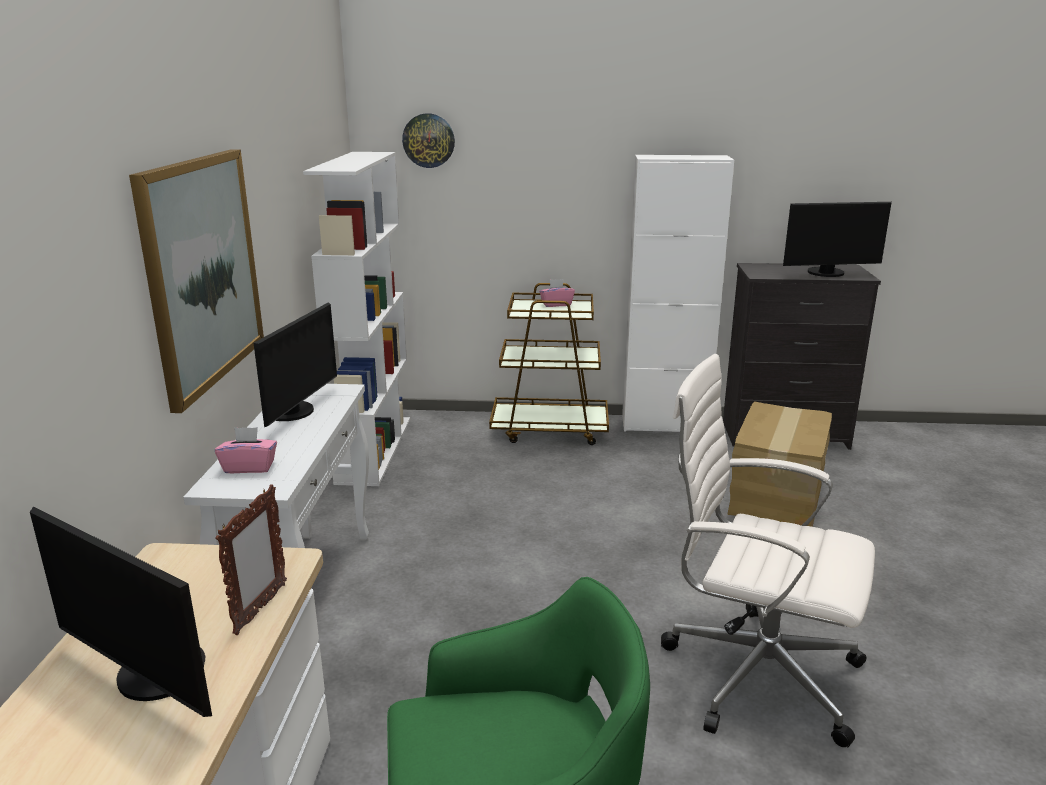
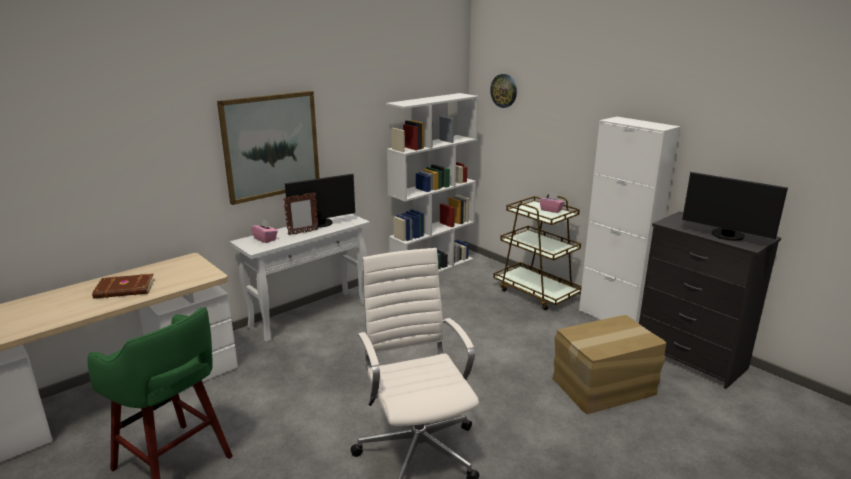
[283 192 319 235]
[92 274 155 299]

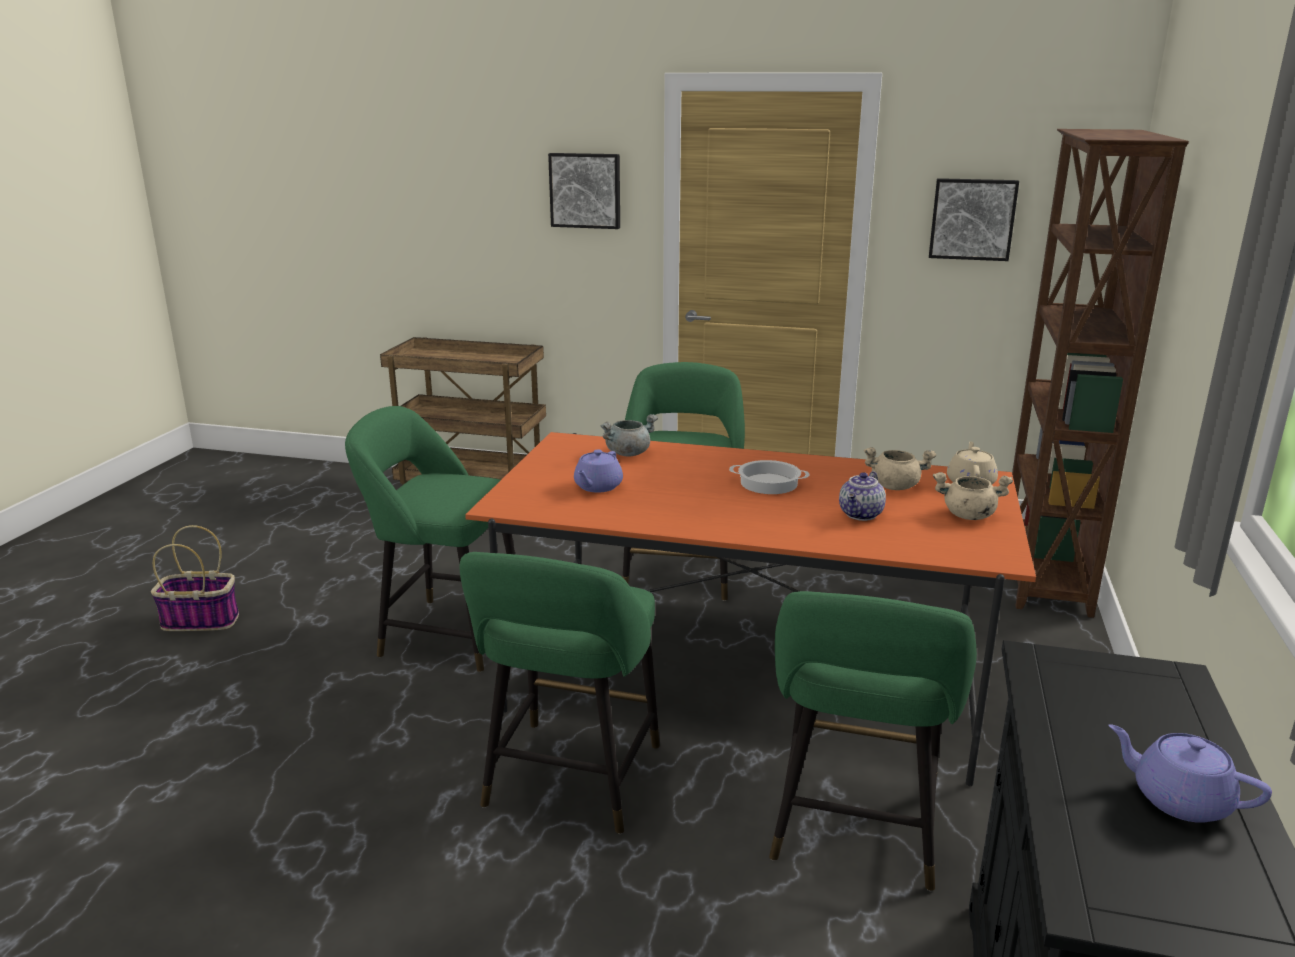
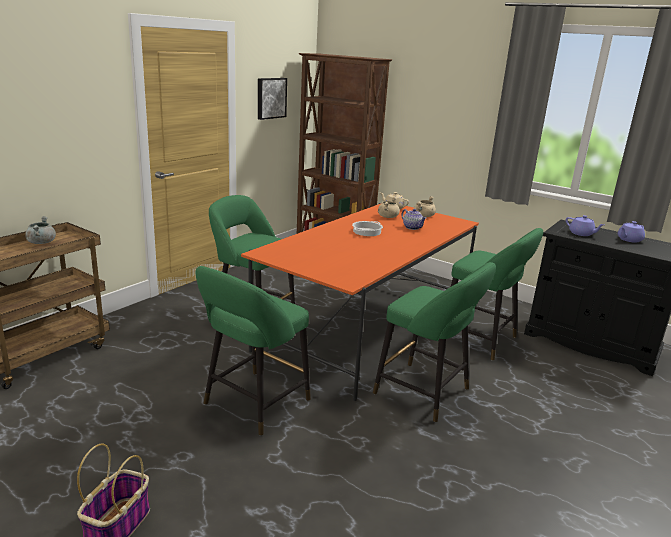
[548 153 620 229] (first image)
[25 216 56 244]
[566 215 604 236]

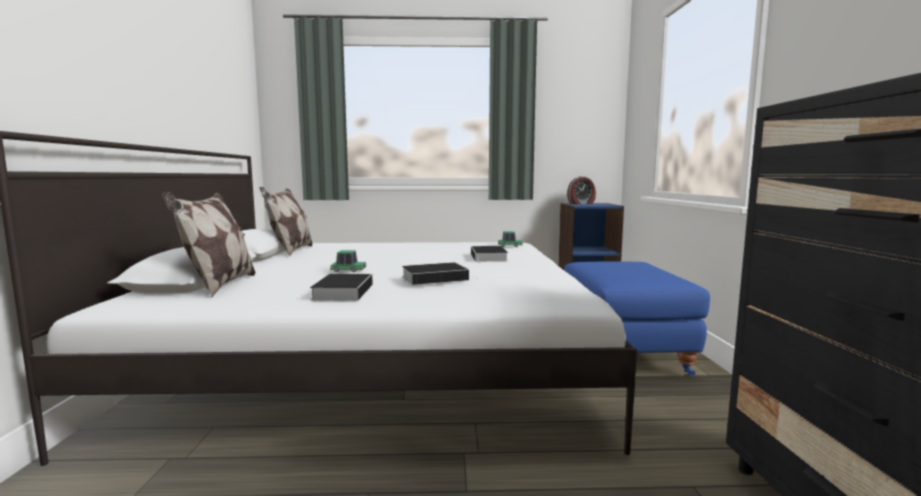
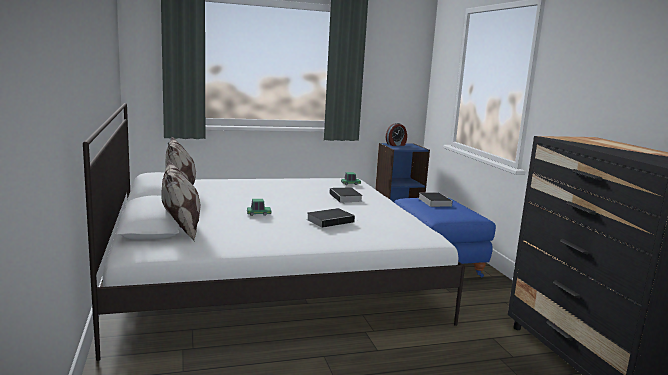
[418 192 453 207]

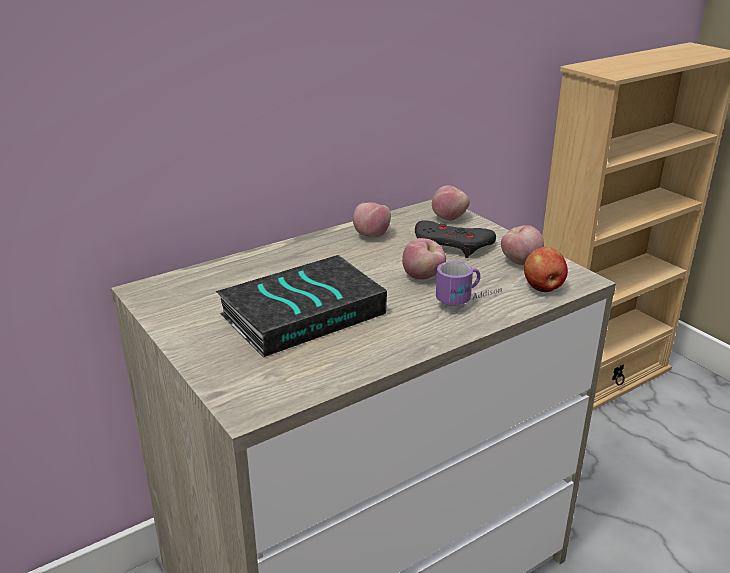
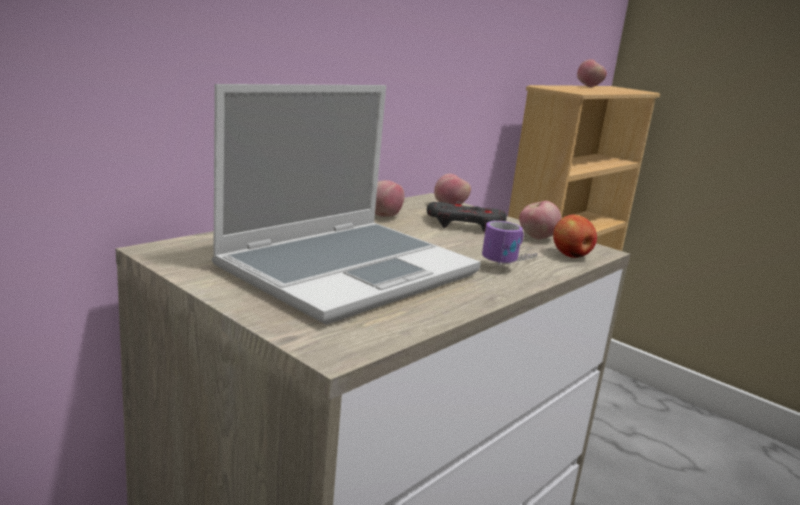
[577 59 607 87]
[212 84 481 325]

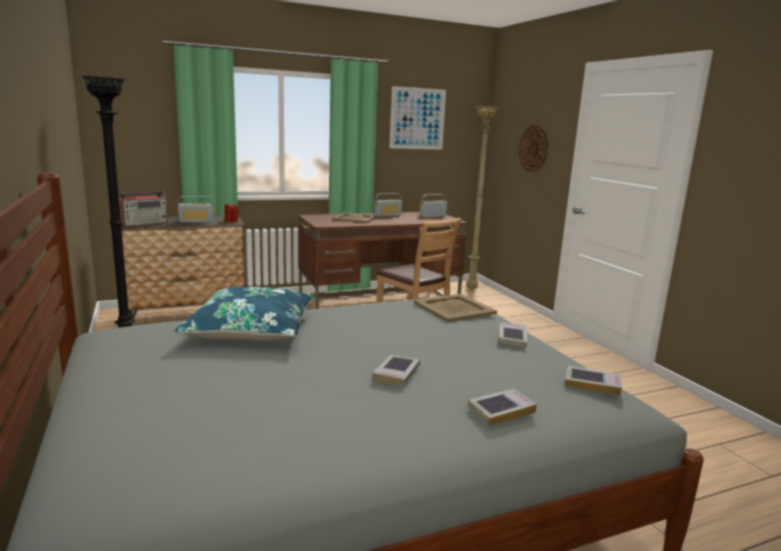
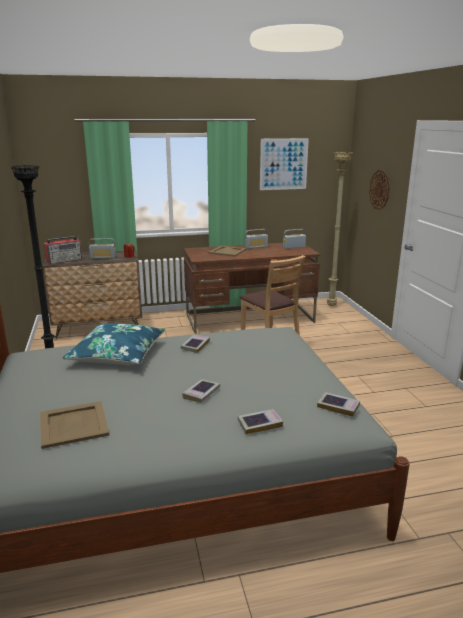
[40 401 109 449]
[181 335 210 353]

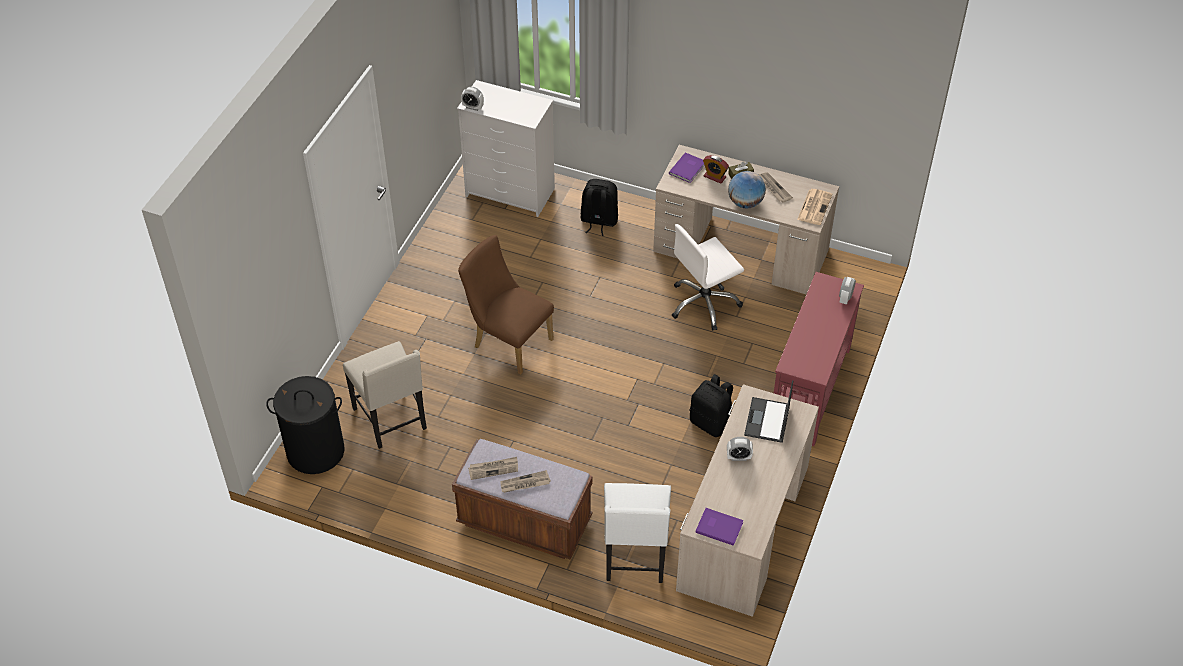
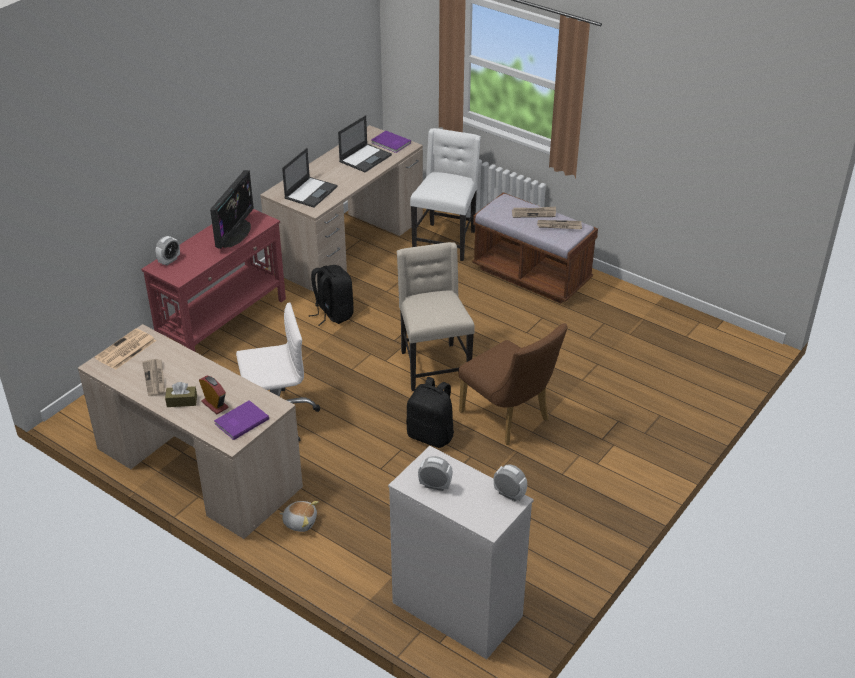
[728 171 766 208] (first image)
[406 377 454 448]
[397 242 474 391]
[266 376 345 474] (first image)
[418 456 453 491]
[338 115 392 172]
[210 170 254 249]
[279 501 319 532]

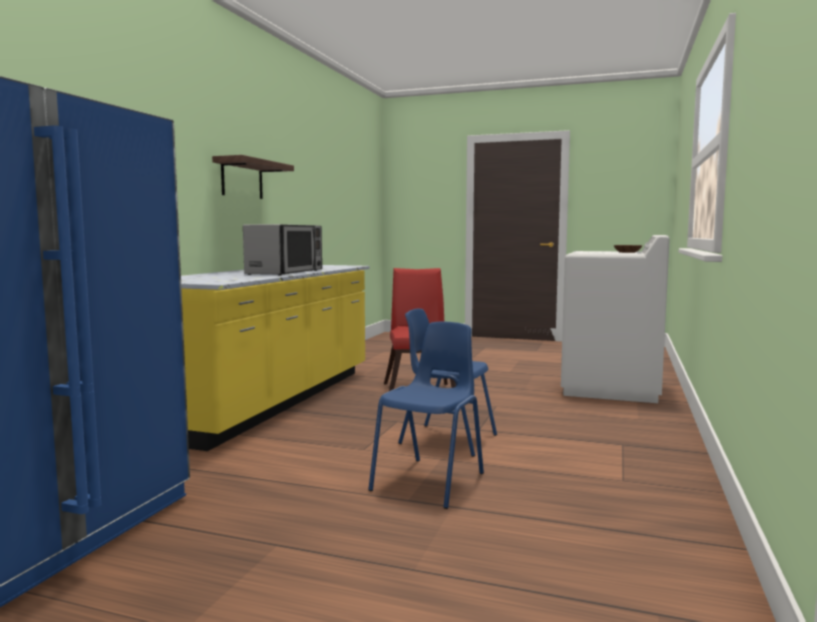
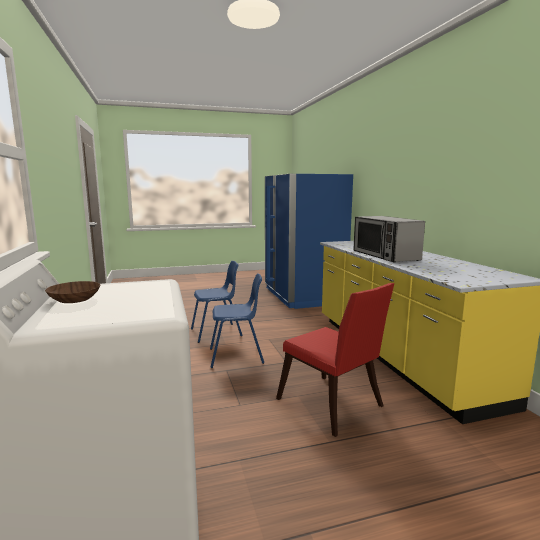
[212 155 294 199] (first image)
[191 261 243 343]

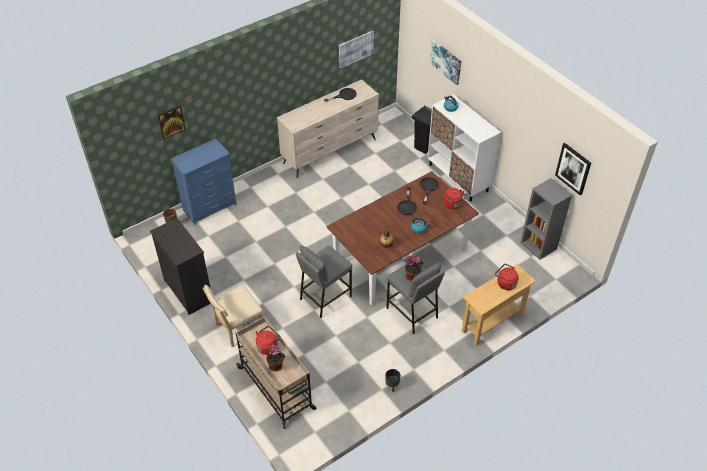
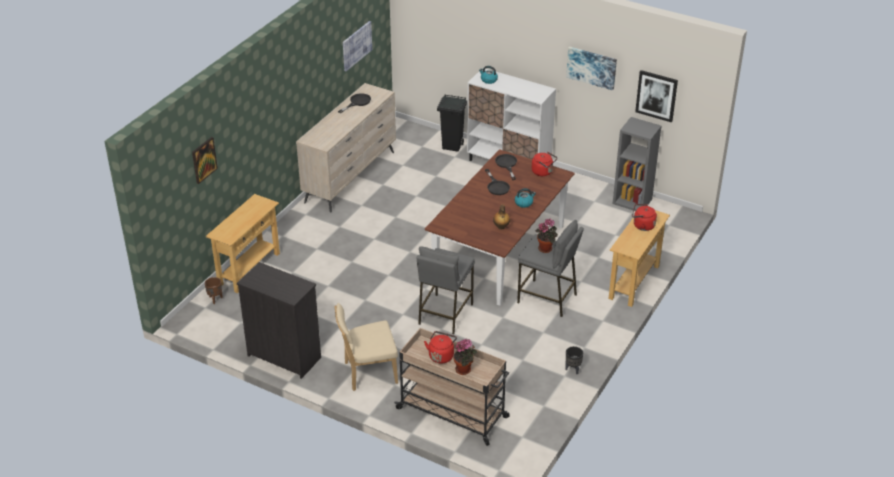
[566 47 617 90]
[206 194 280 293]
[334 303 398 391]

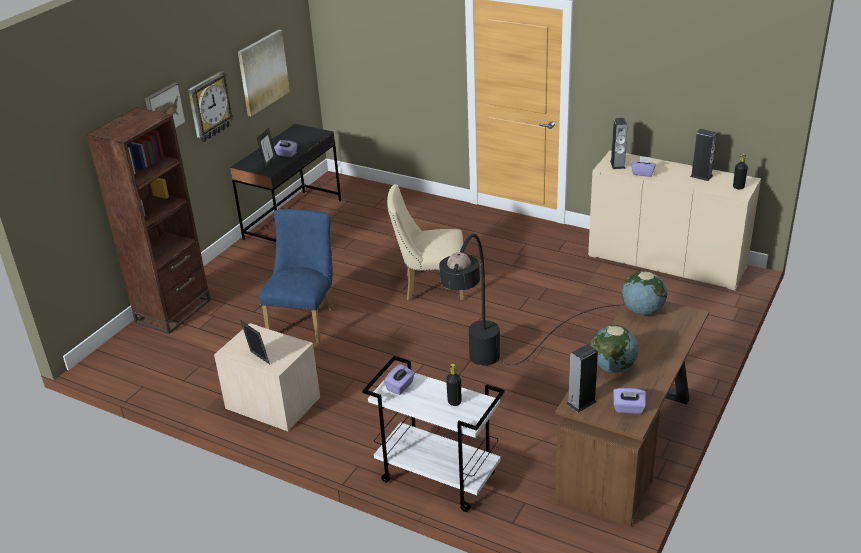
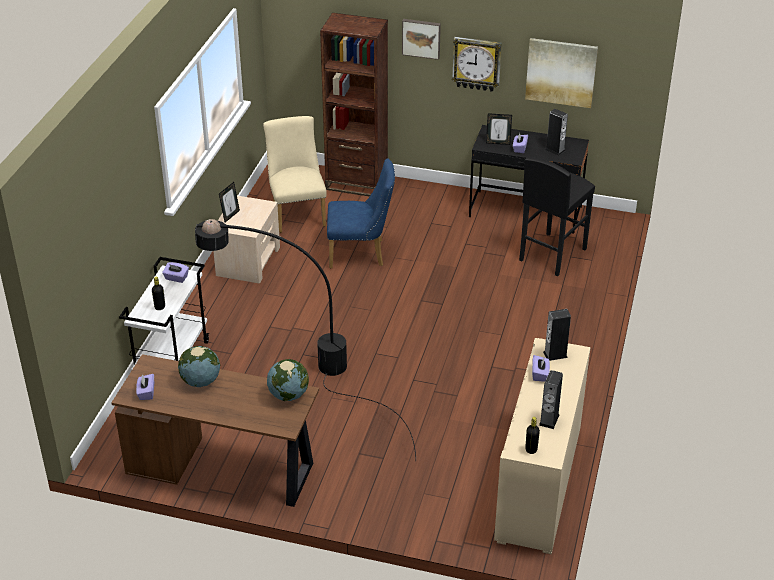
[263 116 327 233]
[545 109 568 156]
[519 157 595 277]

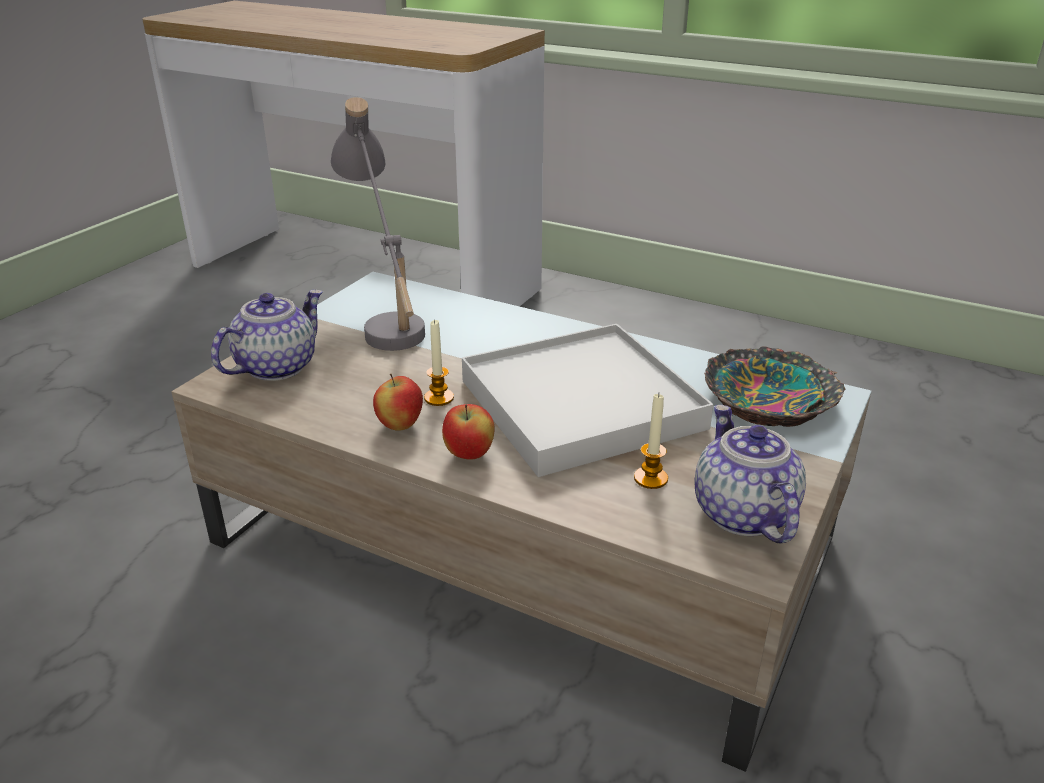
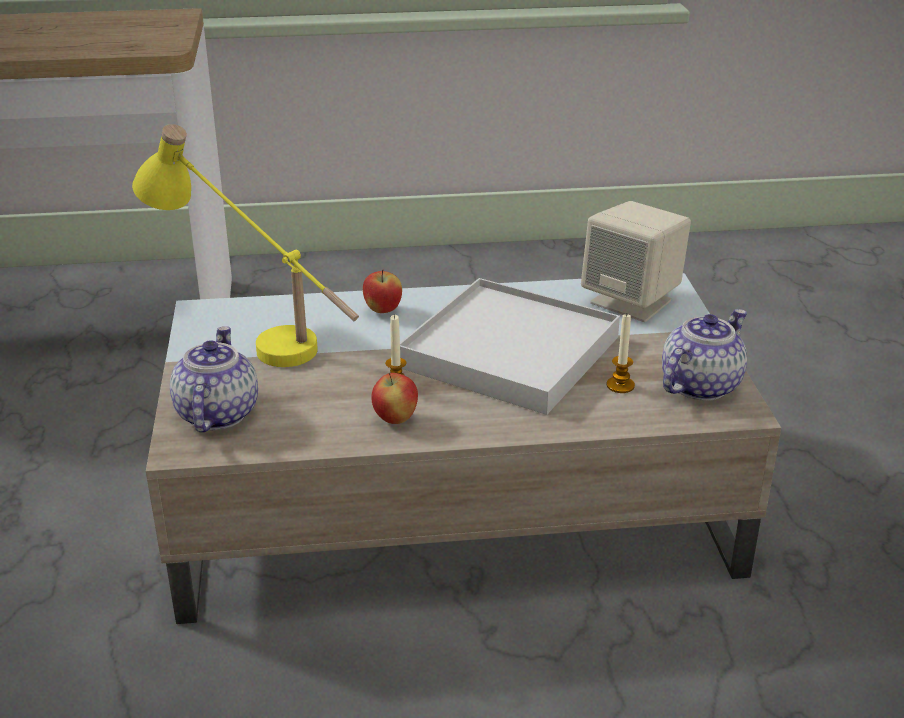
[132 124 359 367]
[581 201 691 322]
[363 270 402 313]
[662 309 747 401]

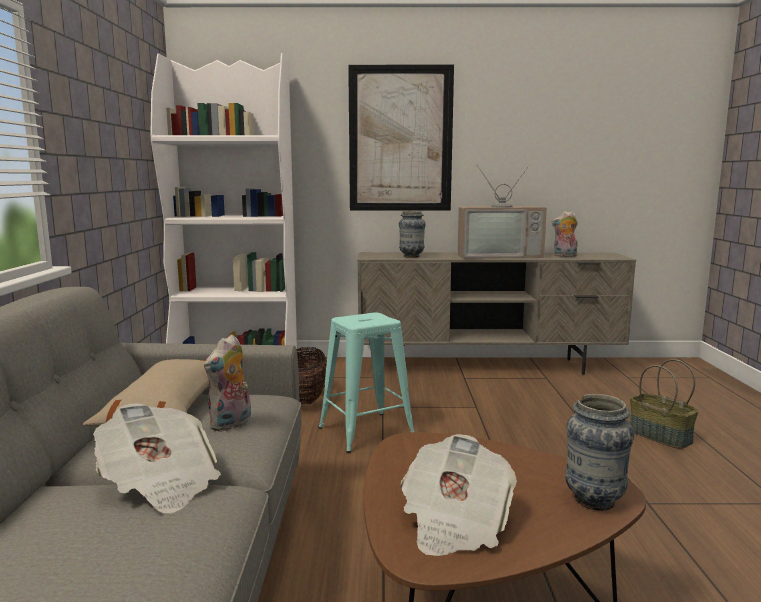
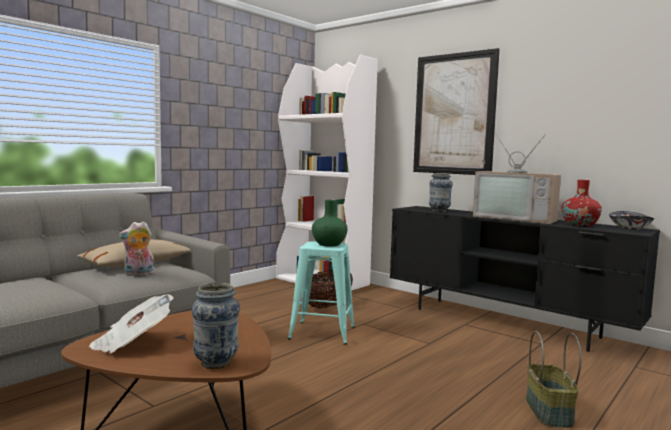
[561 180 602 227]
[390 206 660 352]
[93 403 221 513] (first image)
[312 200 348 247]
[609 211 655 230]

